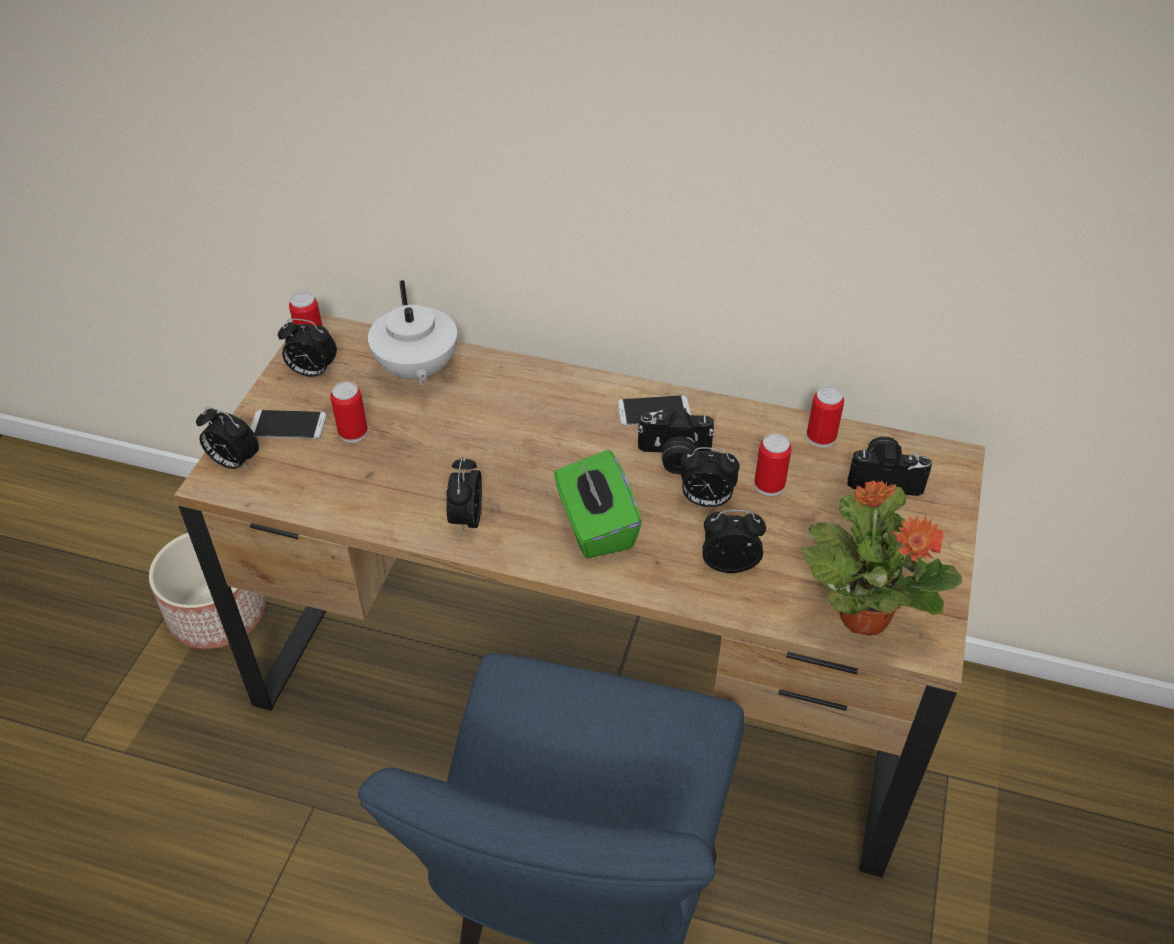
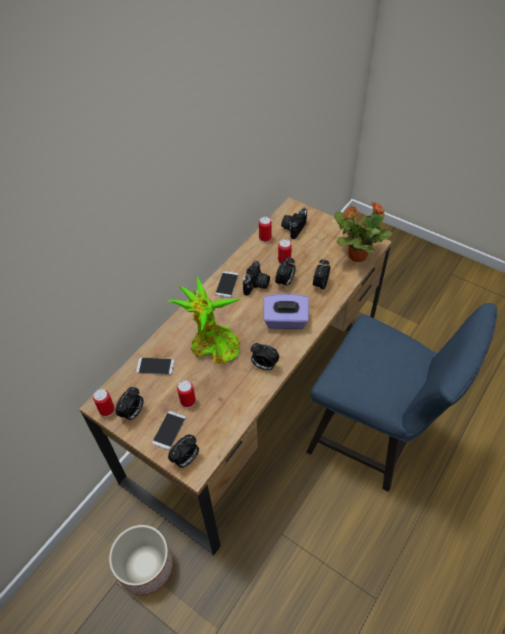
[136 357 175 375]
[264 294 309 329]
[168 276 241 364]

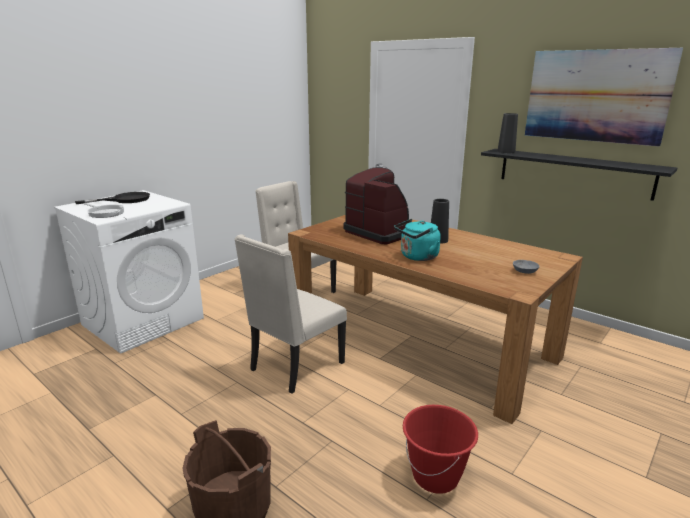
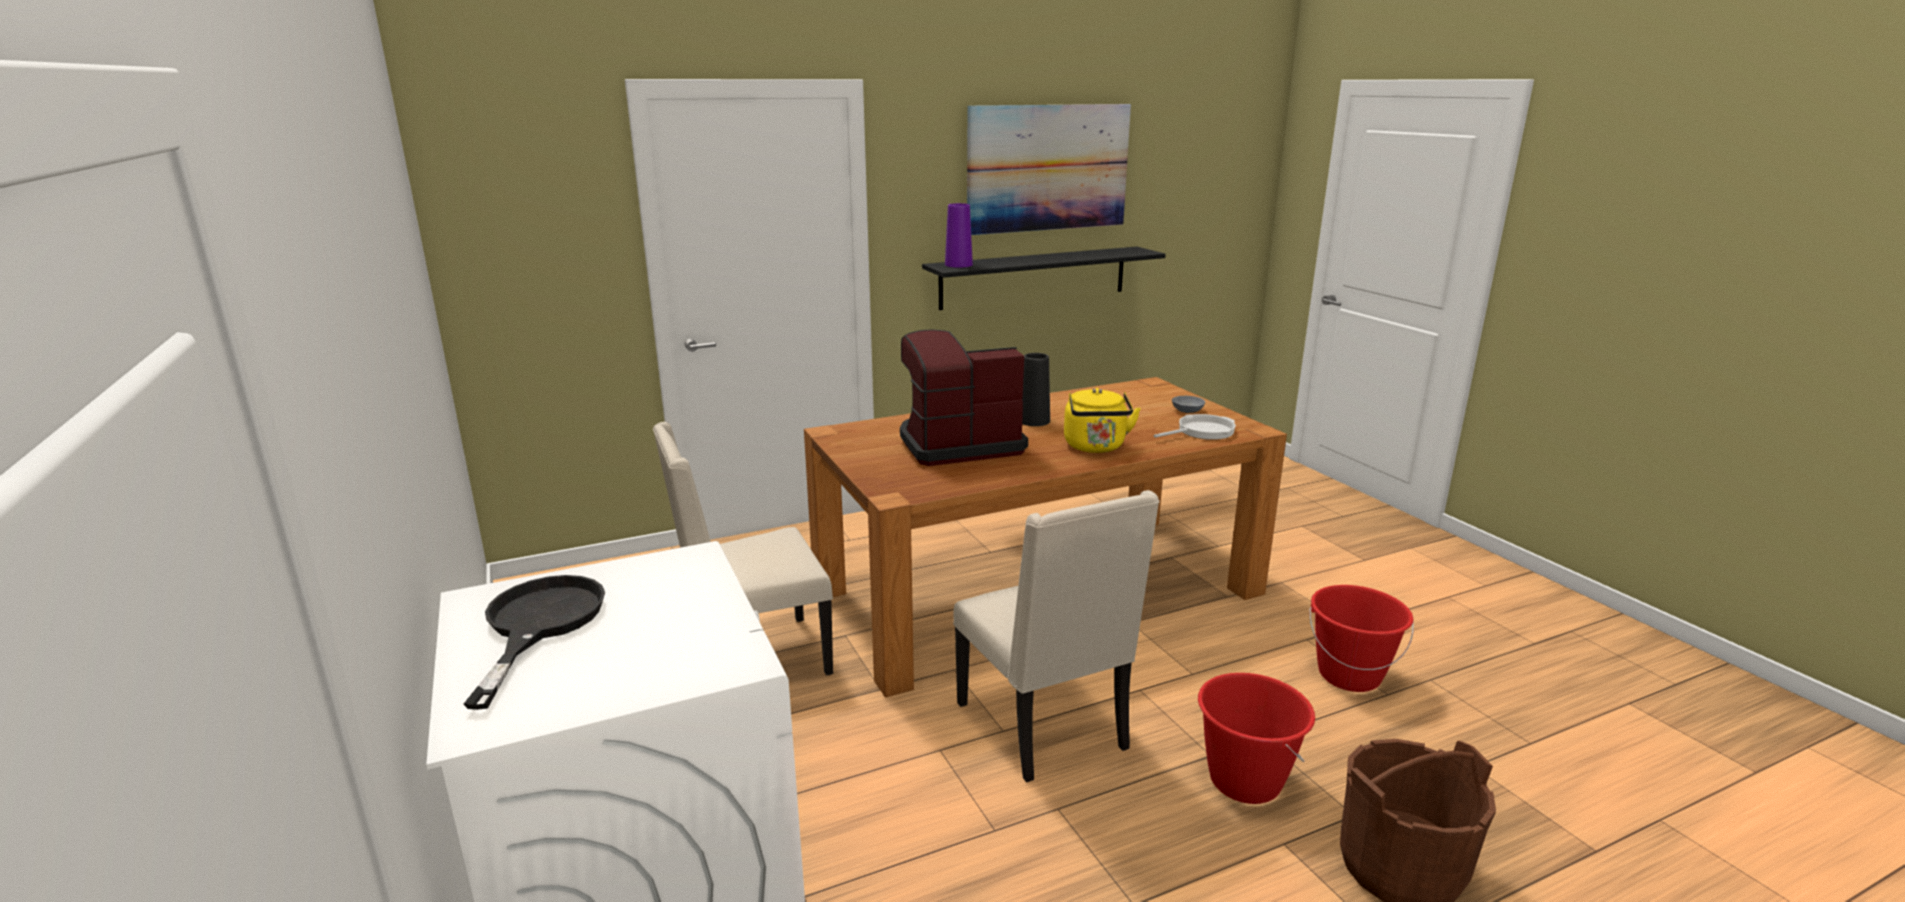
[945 203 973 268]
[1154 414 1236 440]
[1064 388 1141 453]
[1198 673 1315 804]

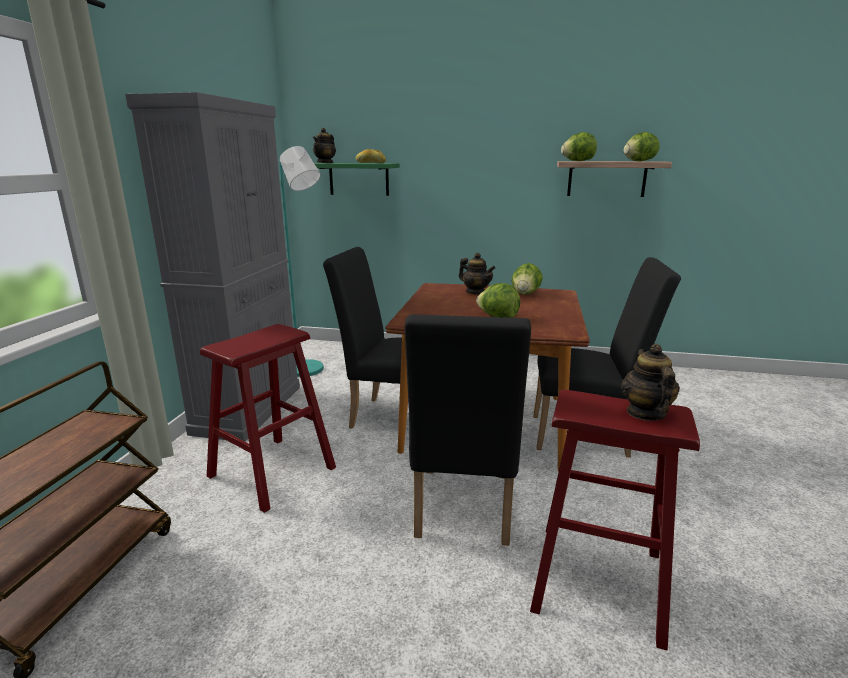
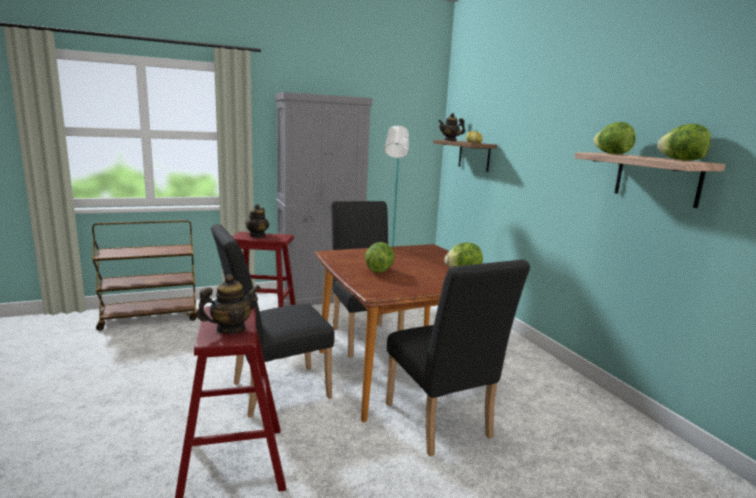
[433 140 497 172]
[245 204 269 238]

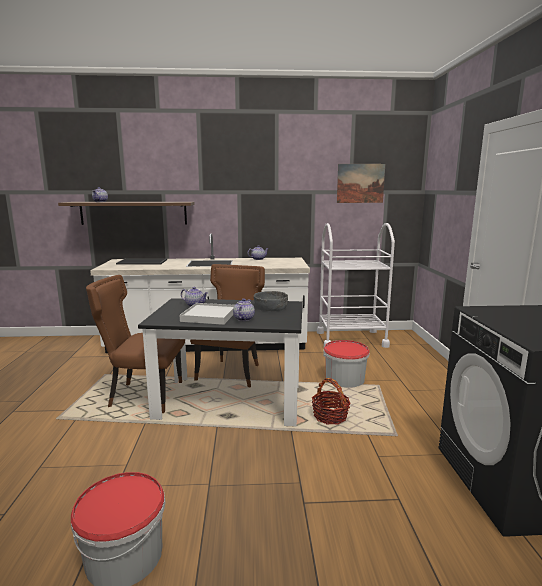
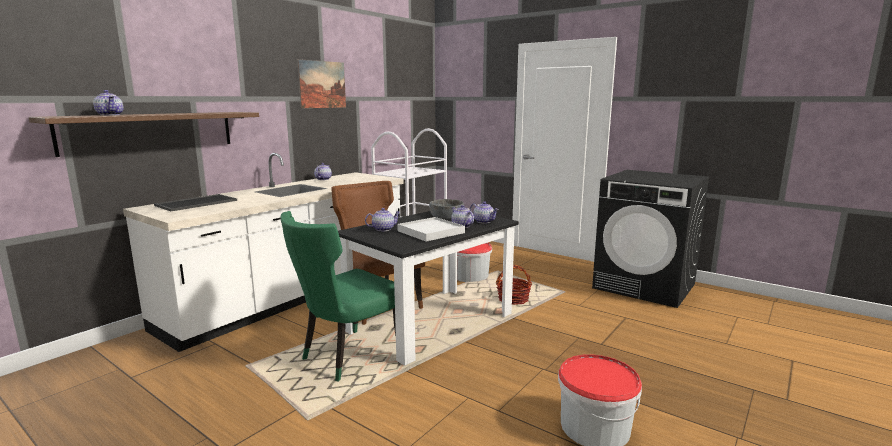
[298 59 346 108]
[280 211 396 382]
[470 201 499 224]

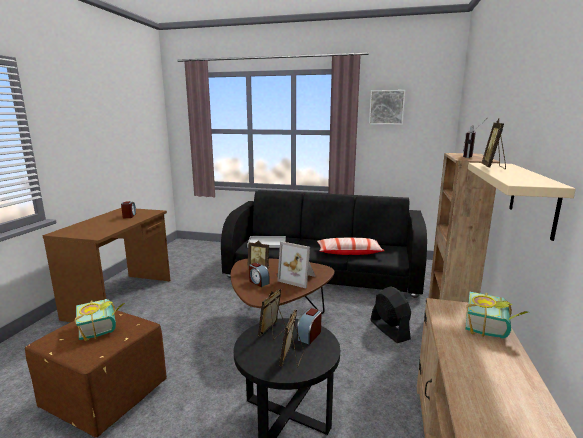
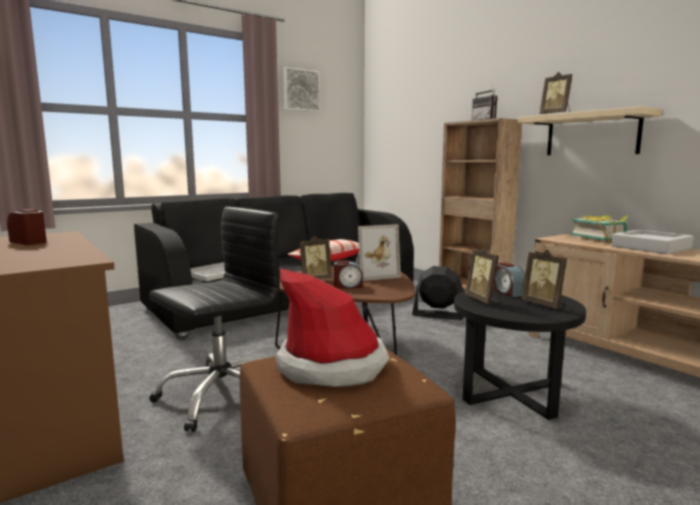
[275 269 390 387]
[149 207 279 432]
[611 230 693 254]

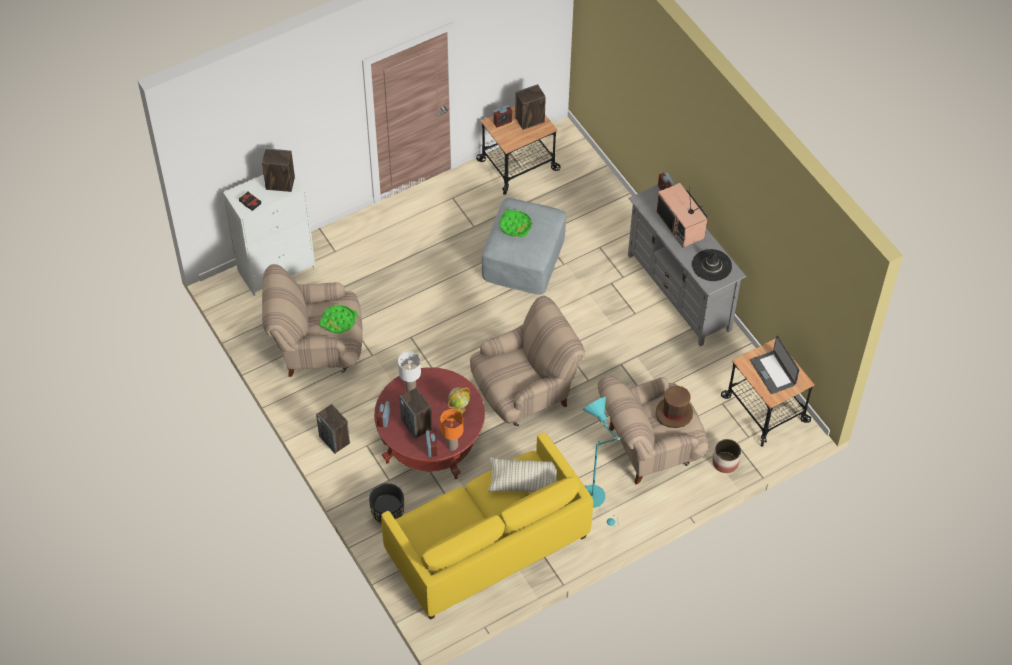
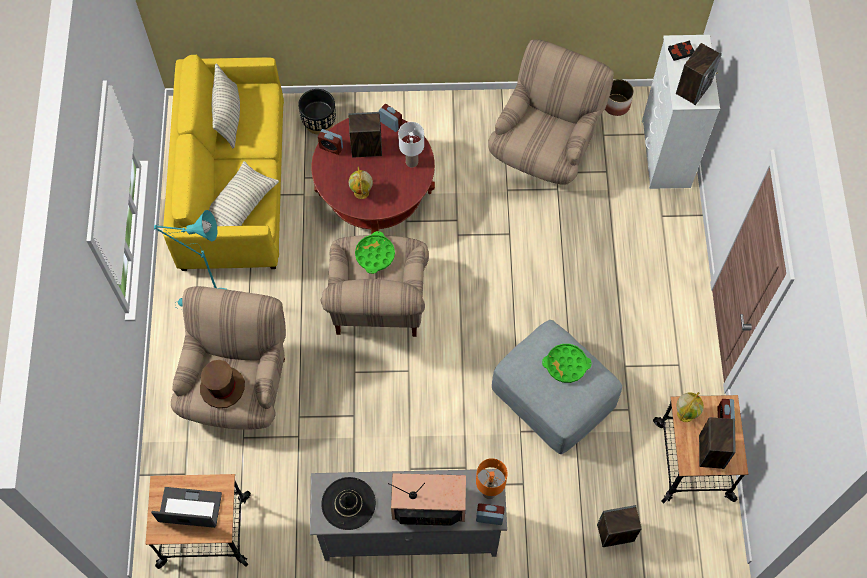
[355 231 395 274]
[597 505 642 547]
[476 458 507 499]
[605 79 634 116]
[212 63 240 149]
[676 392 704 422]

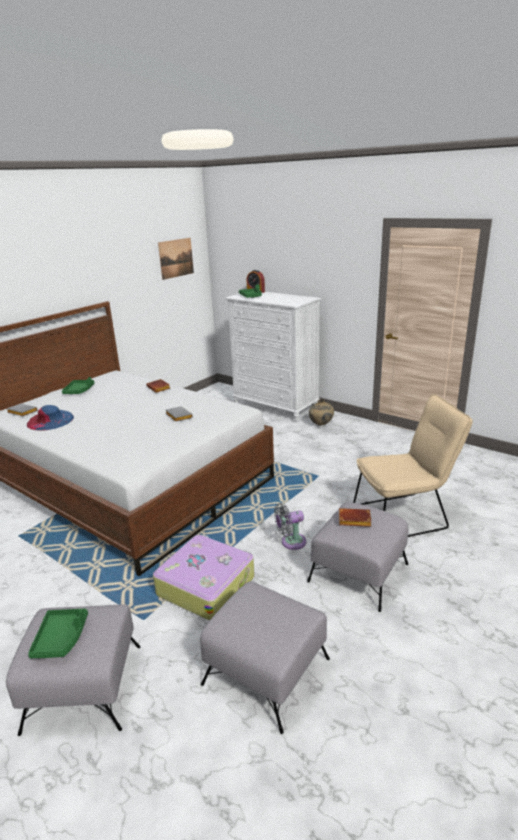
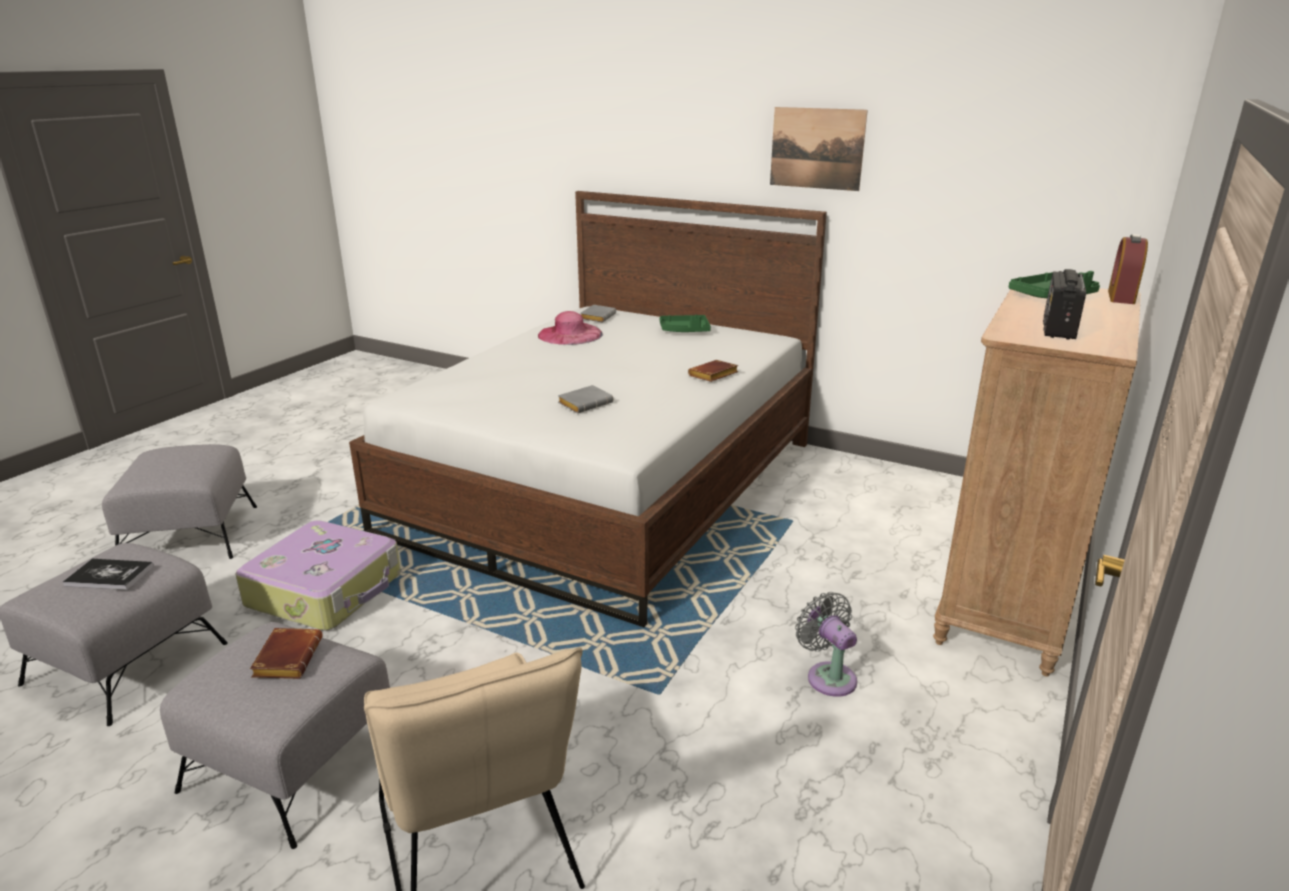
[770 107 868 191]
[933 288 1141 676]
[309 399 334 426] (first image)
[538 311 603 345]
[795 592 857 697]
[28 608 88 658] (first image)
[1043 269 1086 340]
[63 559 154 590]

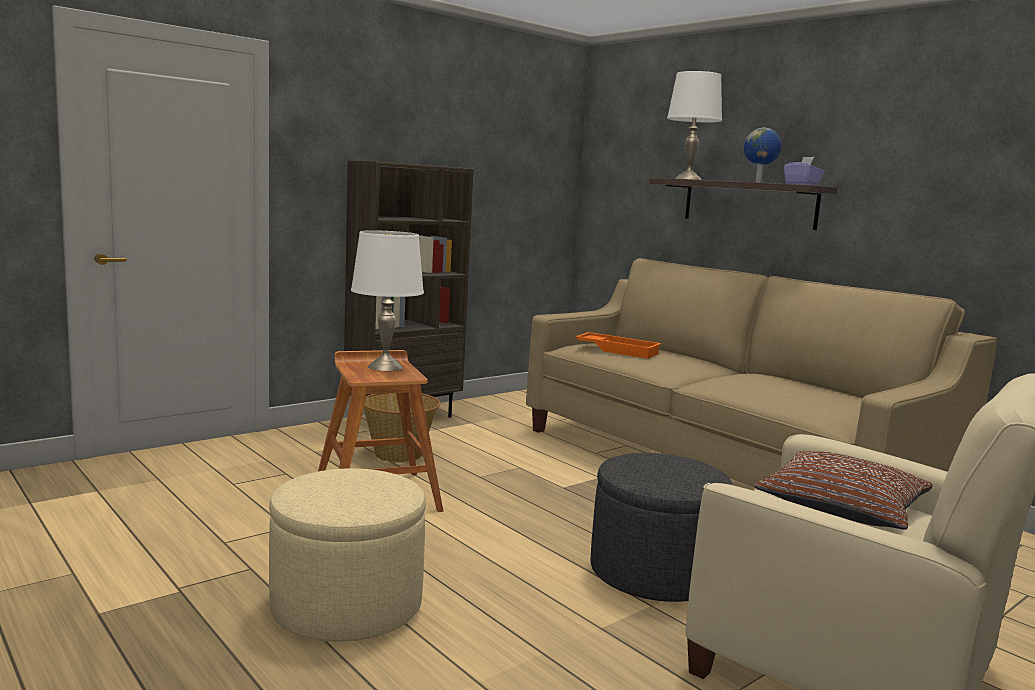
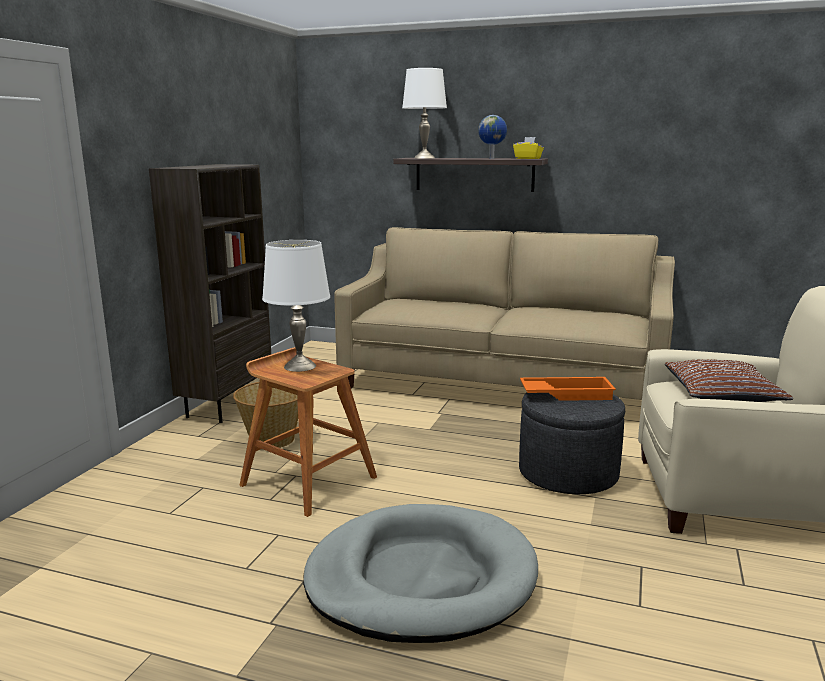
[513 137 544 159]
[520 377 616 401]
[303 504 538 643]

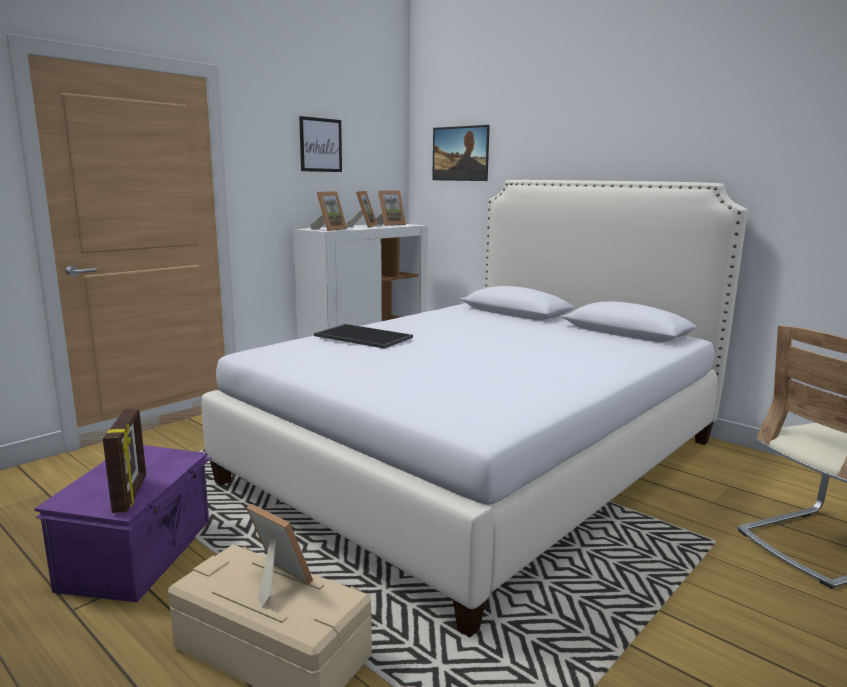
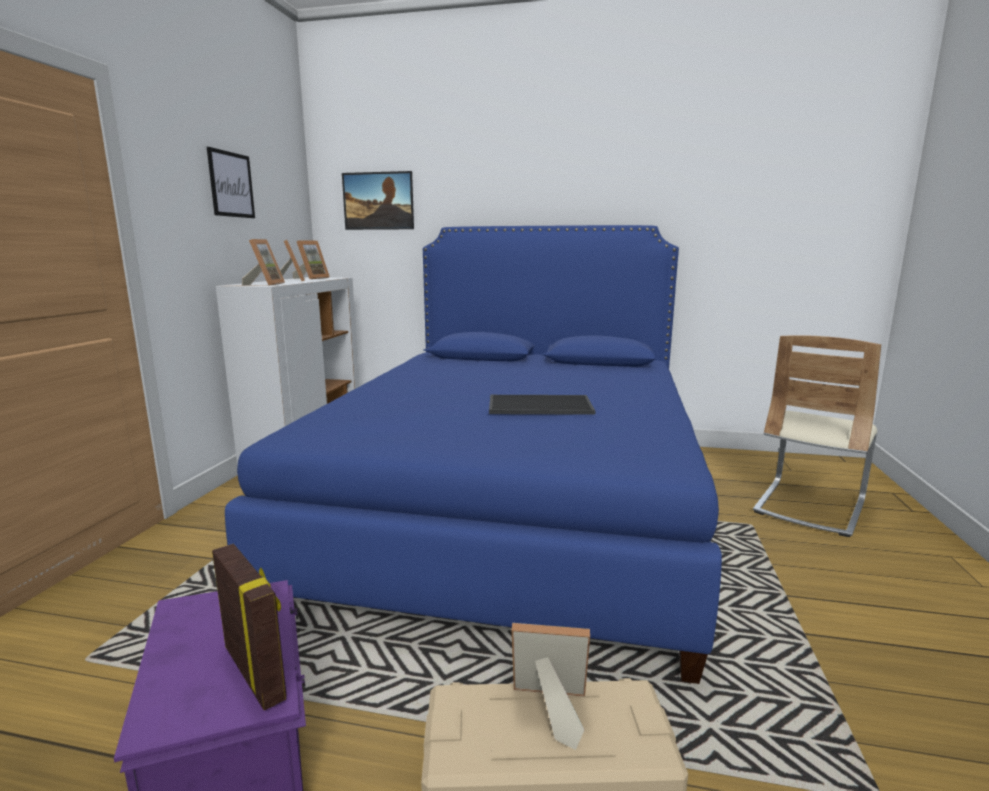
[225 225 722 684]
[489 395 595 415]

